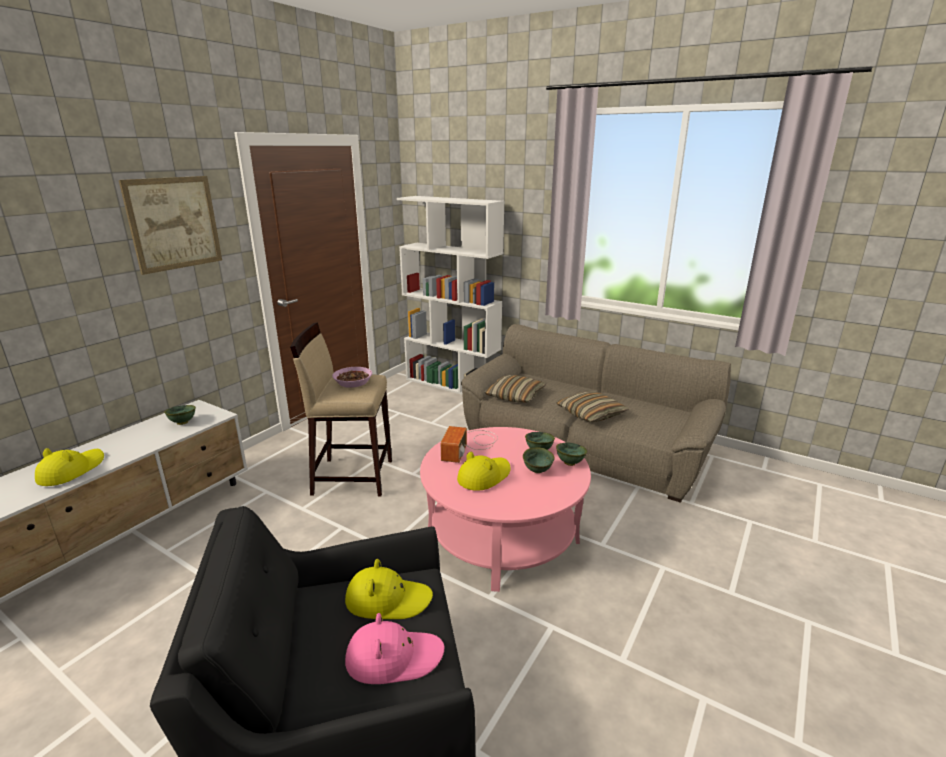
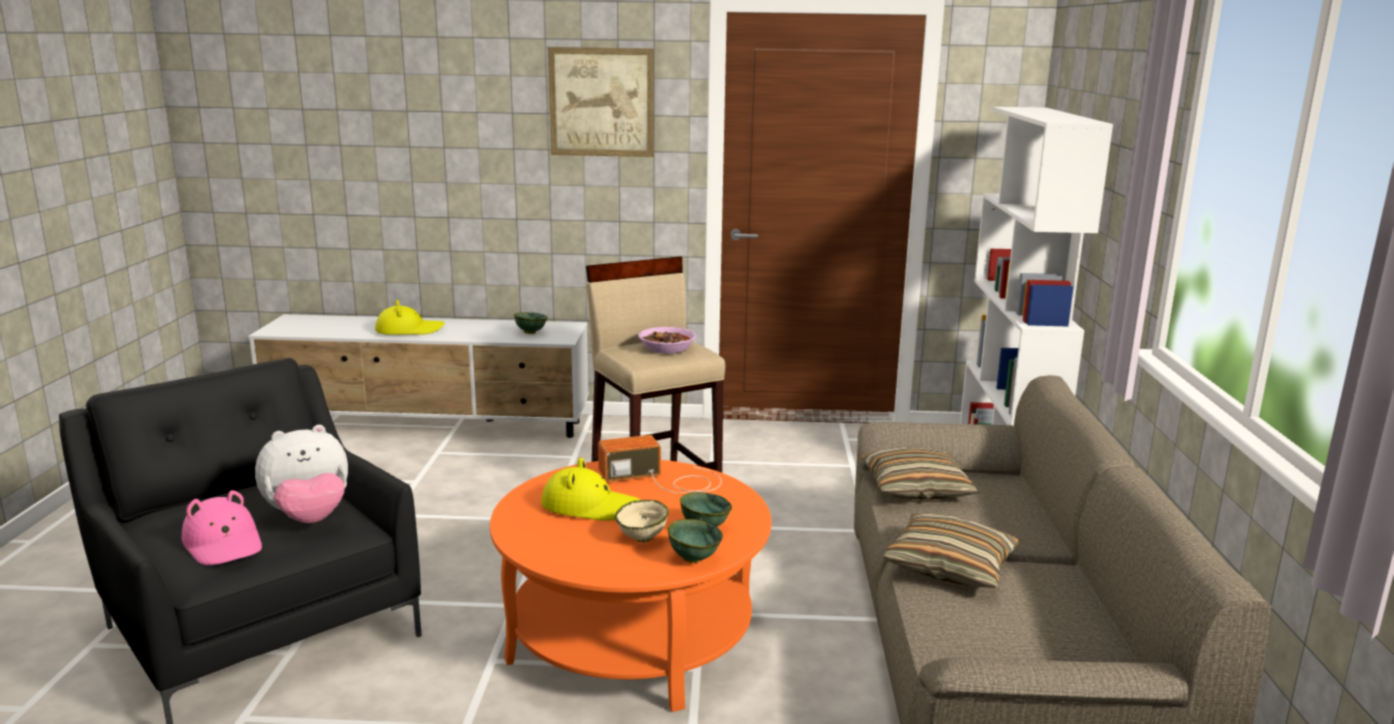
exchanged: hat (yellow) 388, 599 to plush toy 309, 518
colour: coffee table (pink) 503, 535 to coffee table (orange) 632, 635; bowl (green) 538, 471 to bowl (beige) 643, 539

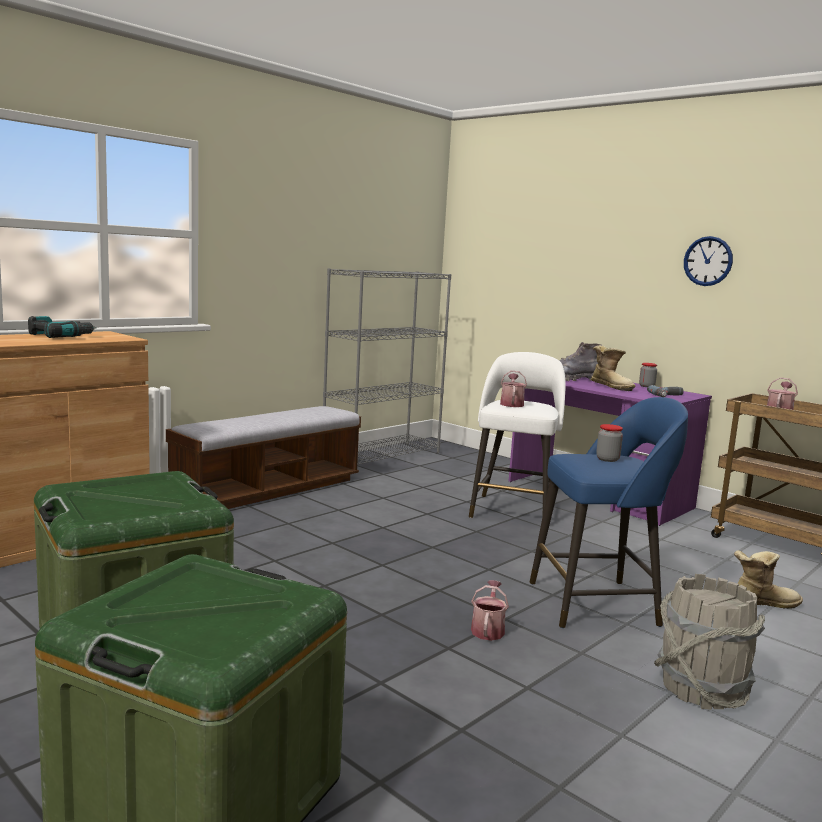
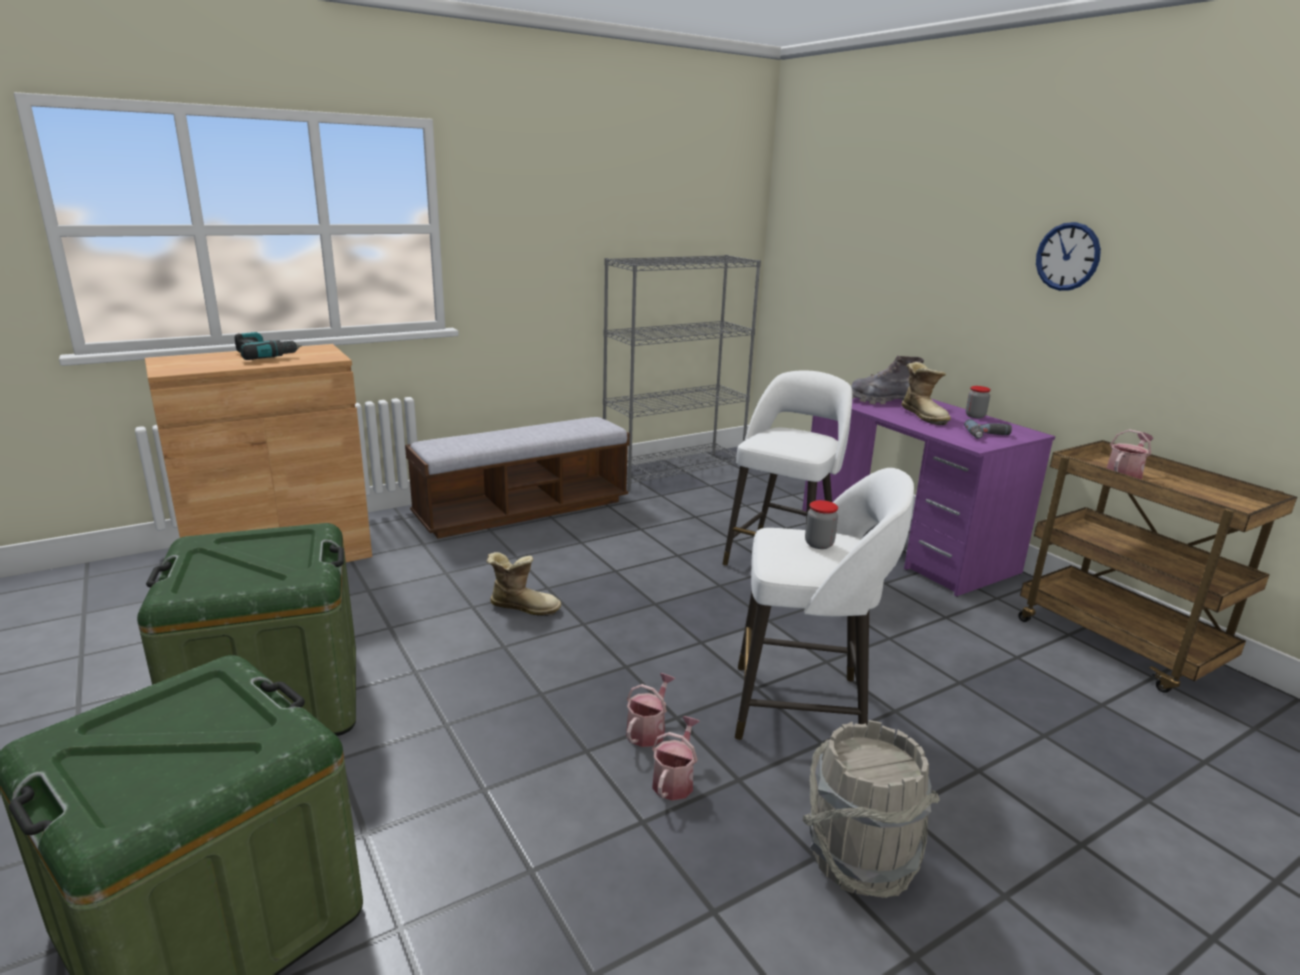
relocated: watering can 511, 404 to 675, 780; boot 761, 602 to 523, 606
colour: stool (blue) 597, 603 to stool (white) 803, 708

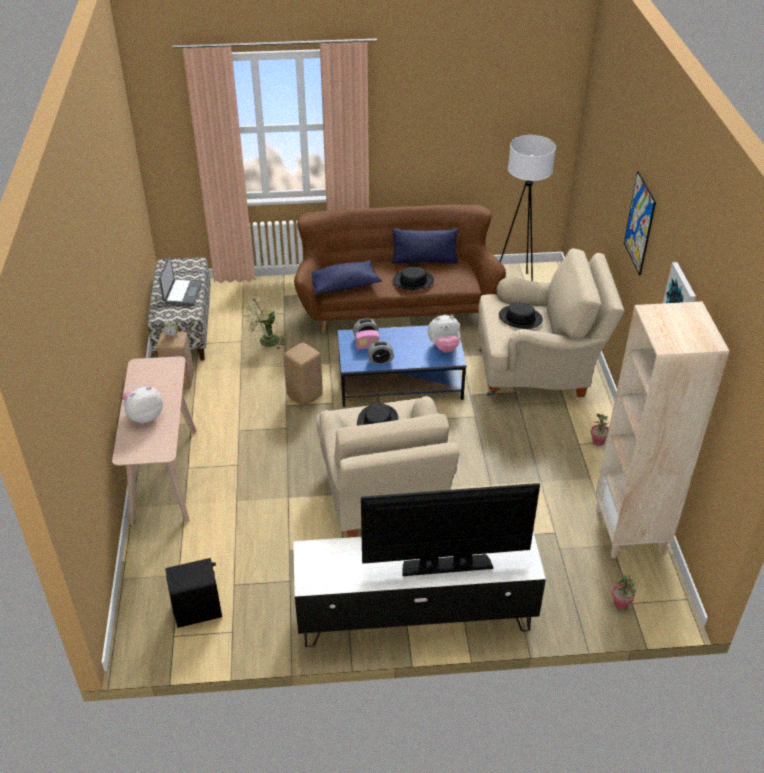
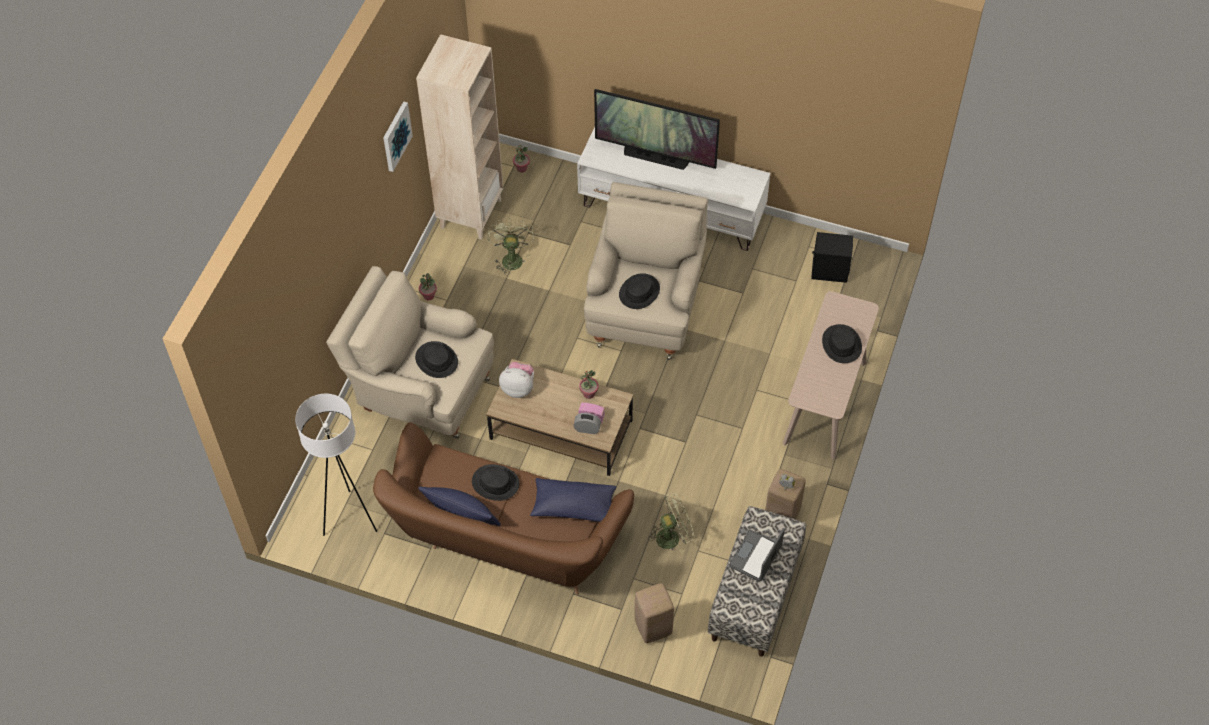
missing: picture 639, 223
appeared: fan (green) 511, 258
relocated: stool (beige) 304, 395 to 653, 628
exchanged: alarm clock 380, 361 to potted plant 588, 393; plush toy 144, 416 to hat (black) 842, 344
colour: coffee table (blue) 401, 381 to coffee table (brown) 560, 429

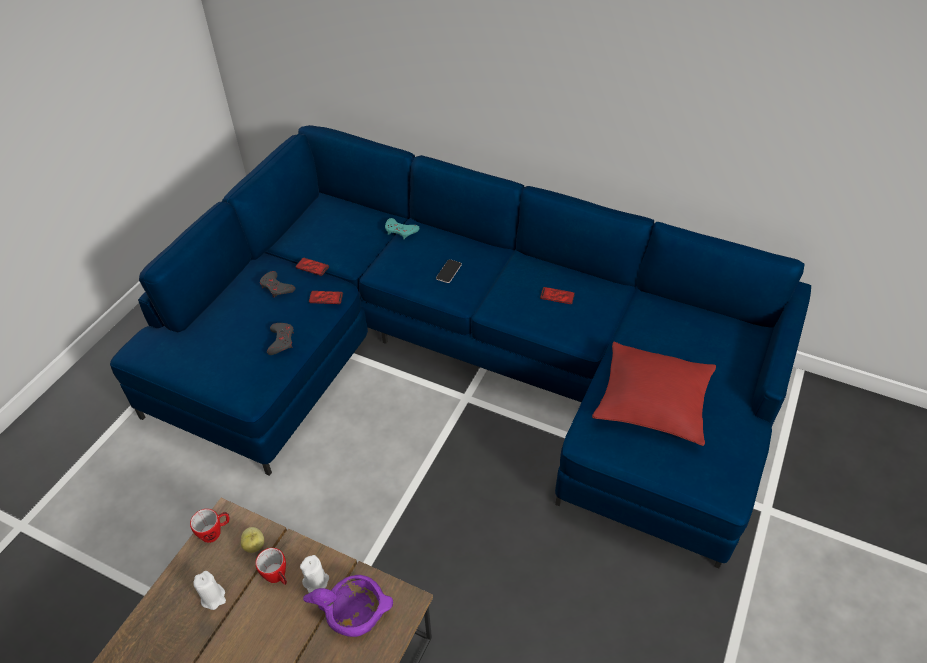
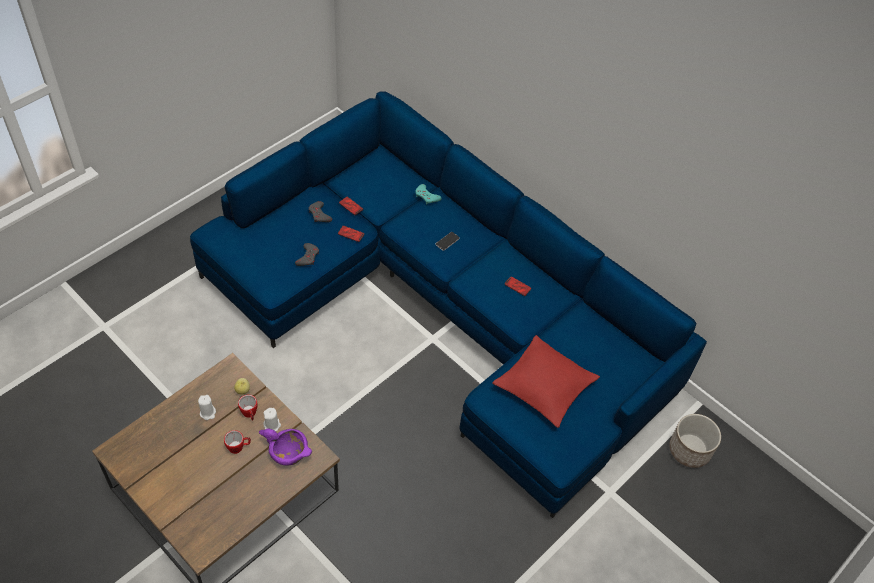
appeared: planter 690, 450
relocated: mug 215, 532 to 238, 447

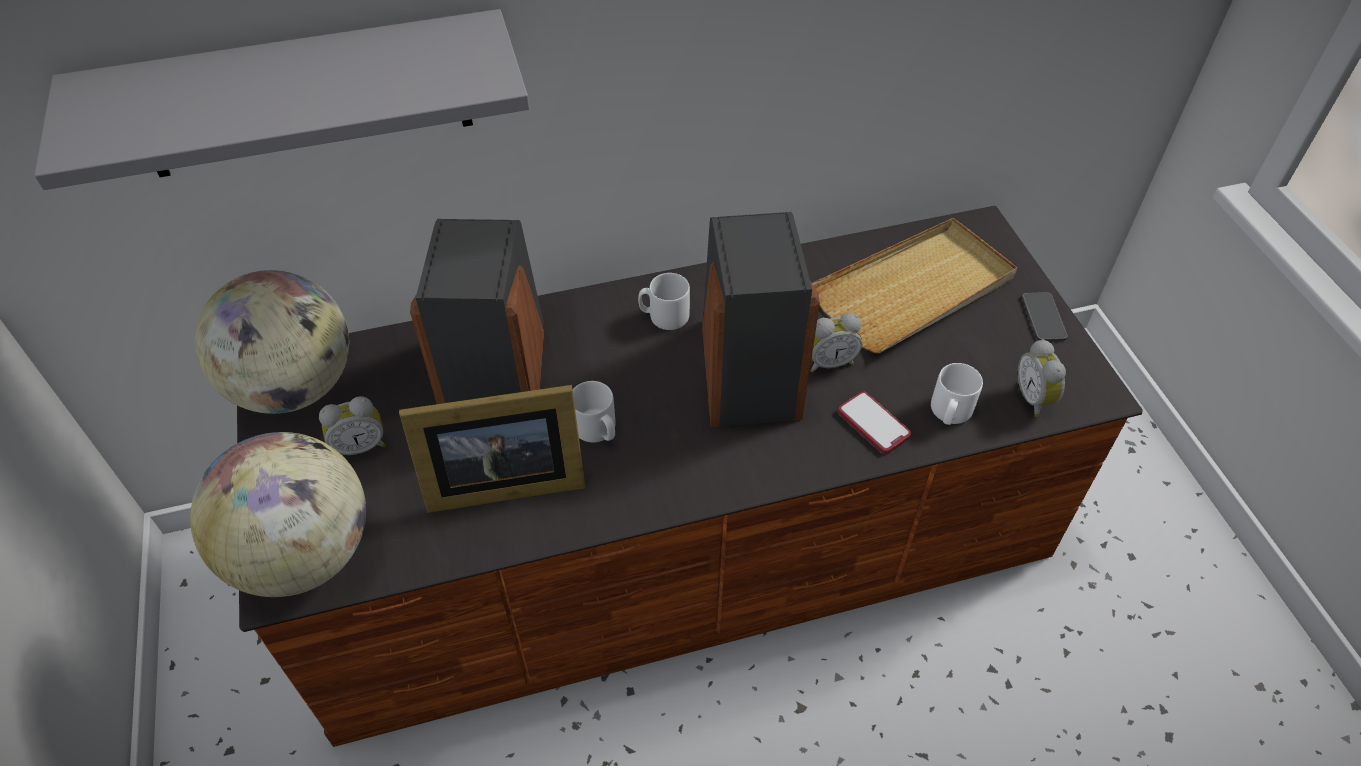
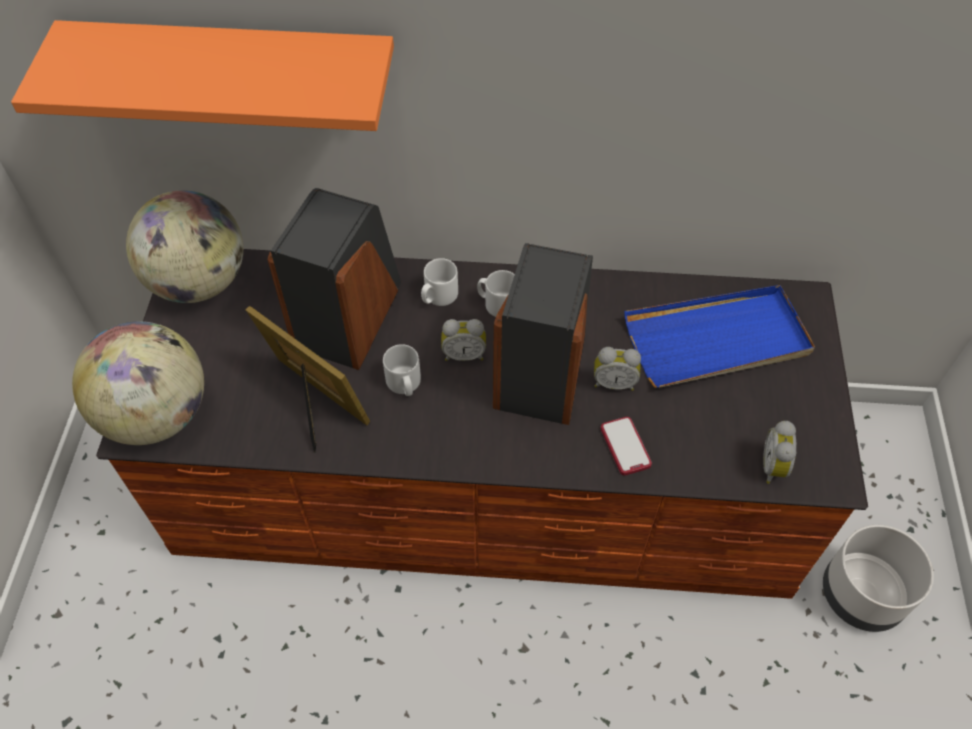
missing: phone 1043, 317
appeared: planter (grey) 862, 595
relocated: mug (white) 950, 412 to 438, 296; alarm clock 360, 446 to 464, 354
colour: shelf (grey) 303, 96 to shelf (orange) 233, 70; tray (beige) 914, 290 to tray (blue) 717, 340
spun: picture frame 499, 482 = 315, 403 150 degrees counterclockwise

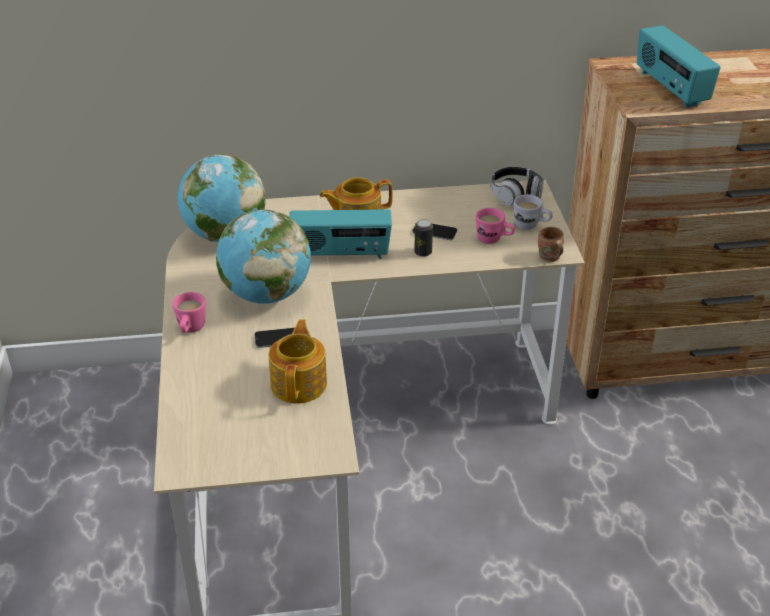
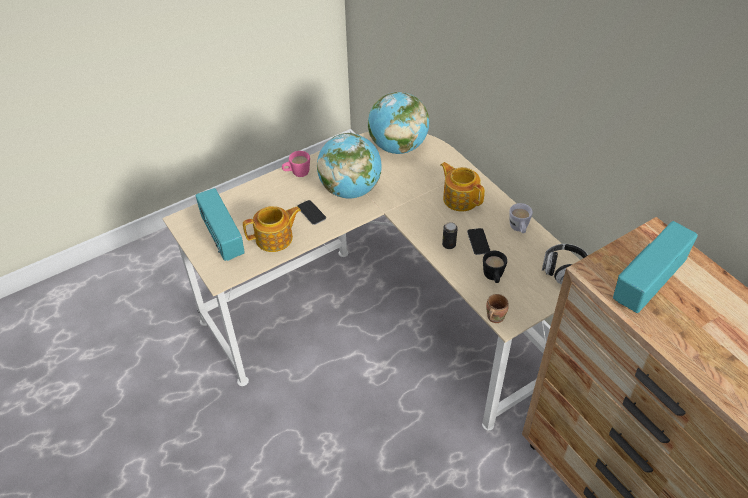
relocated: mug (white) 531, 226 to 519, 229; radio 341, 254 to 222, 238
colour: mug (pink) 494, 240 to mug (black) 493, 277

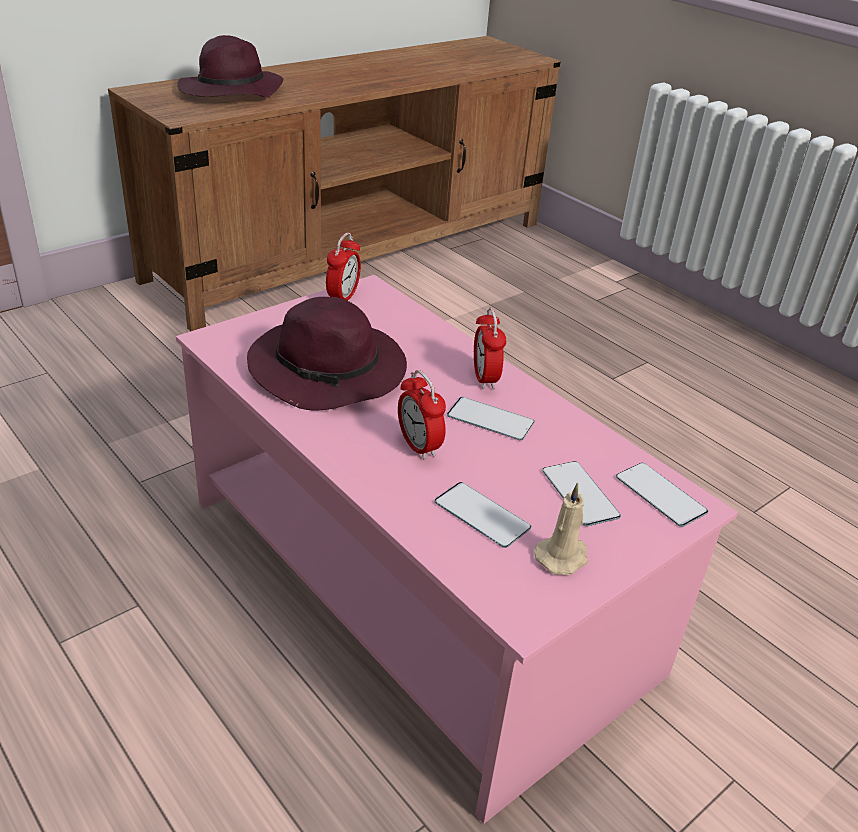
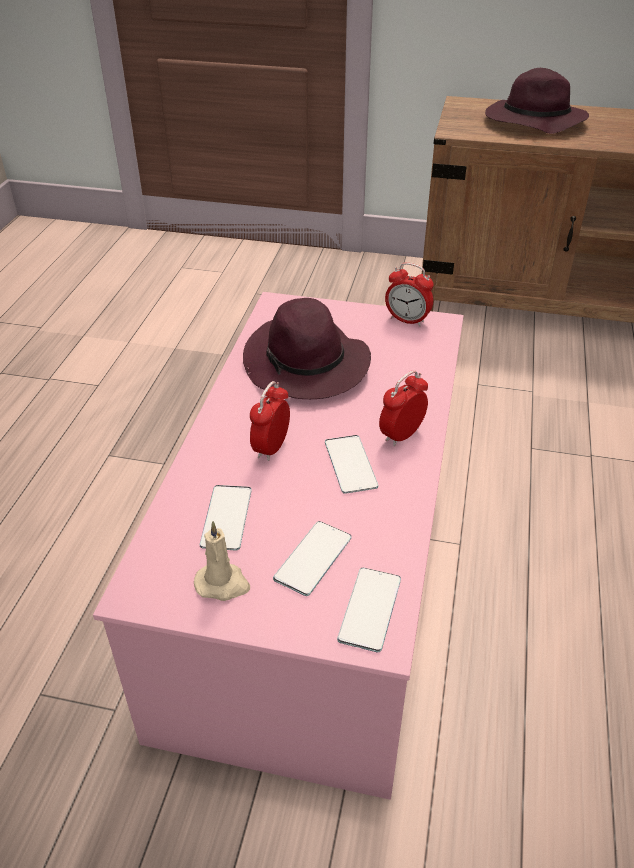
spun: alarm clock 343, 298 = 407, 320 45 degrees clockwise

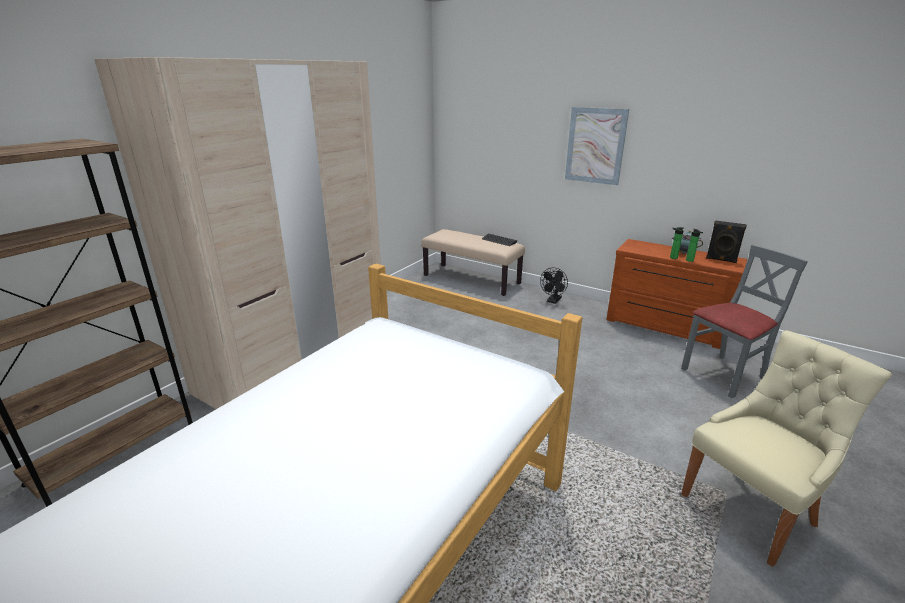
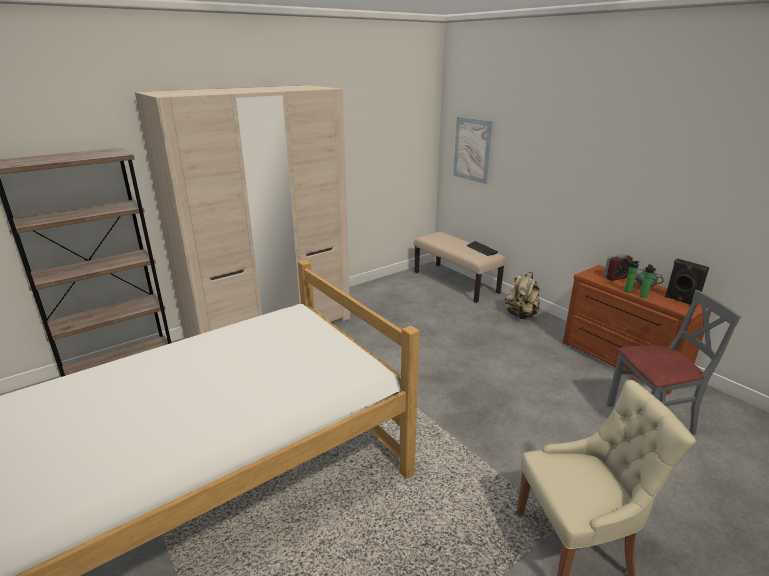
appeared: alarm clock 615, 277
relocated: picture 595, 146 to 472, 149
exchanged: fan (black) 553, 301 to backpack (beige) 521, 315

